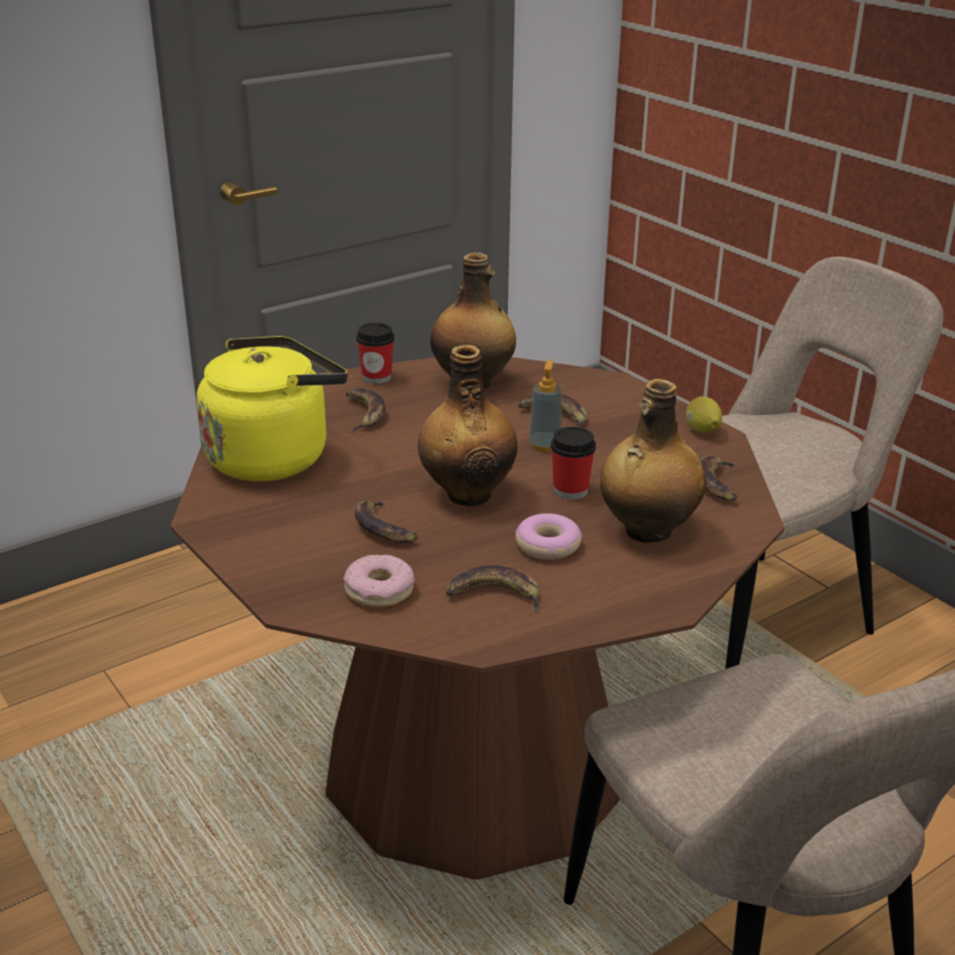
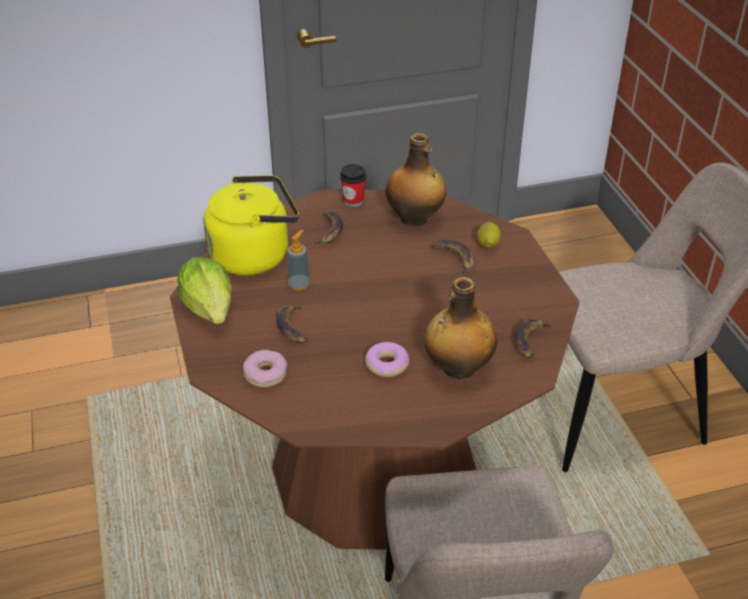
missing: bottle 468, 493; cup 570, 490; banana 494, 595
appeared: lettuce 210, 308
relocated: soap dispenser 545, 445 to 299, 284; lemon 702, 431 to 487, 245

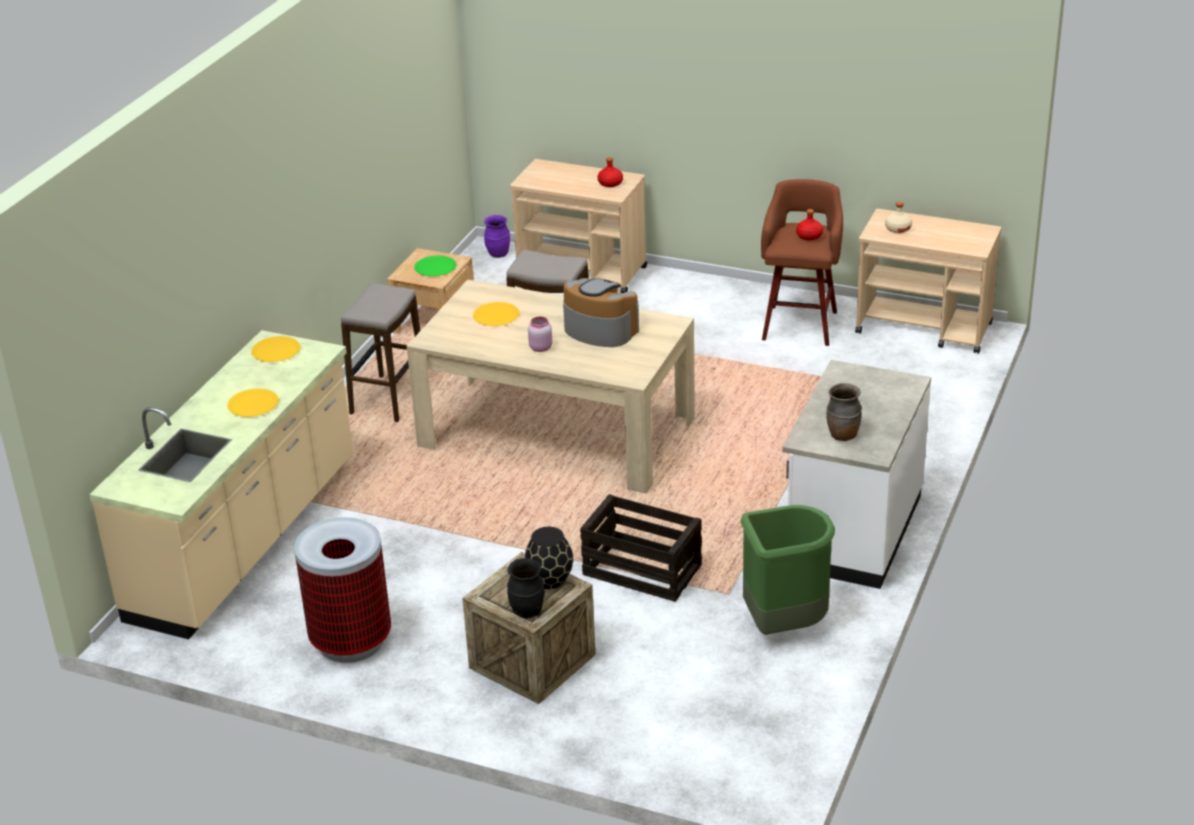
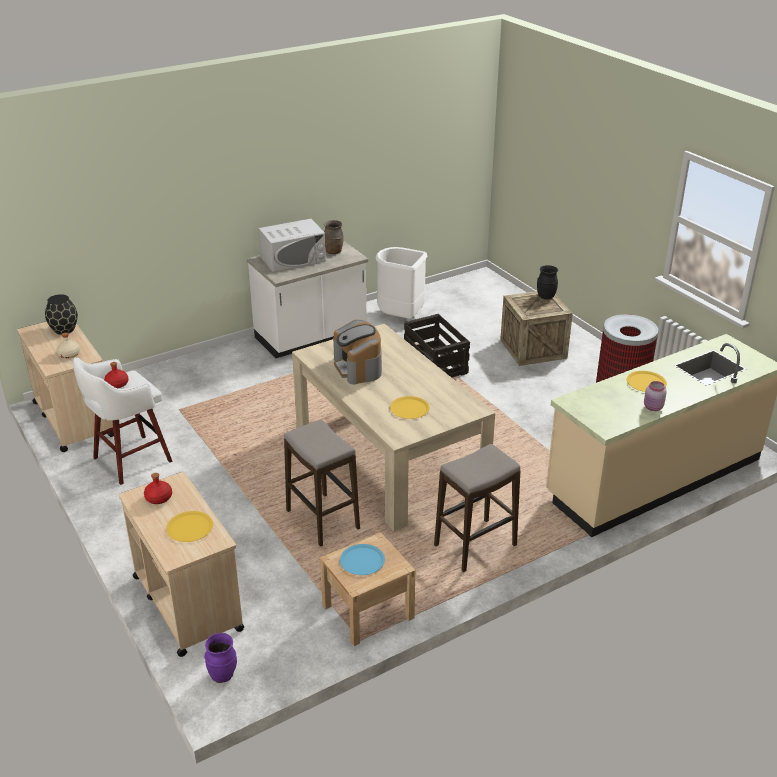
appeared: microwave (white) 293, 259
relocated: jar (pink) 540, 347 to 653, 408; plate (yellow) 275, 350 to 190, 527; vase (black) 550, 579 to 63, 330
colour: stool (brown) 800, 324 to stool (white) 130, 460; plate (green) 435, 267 to plate (blue) 362, 560; trash can (green) 784, 625 to trash can (white) 400, 317

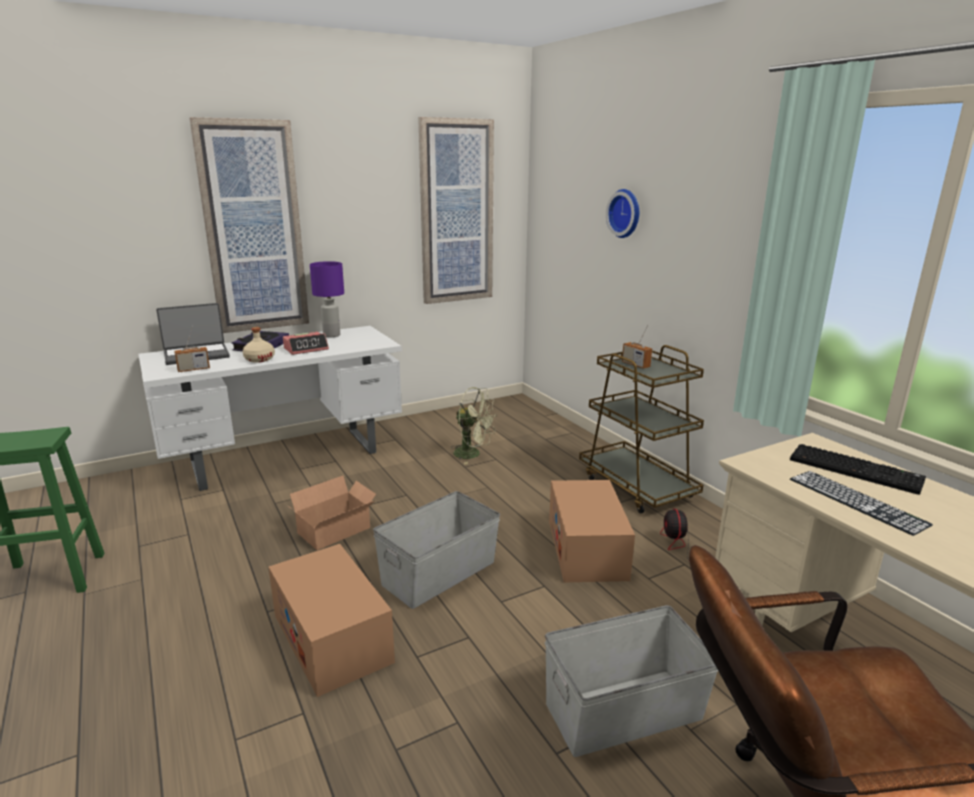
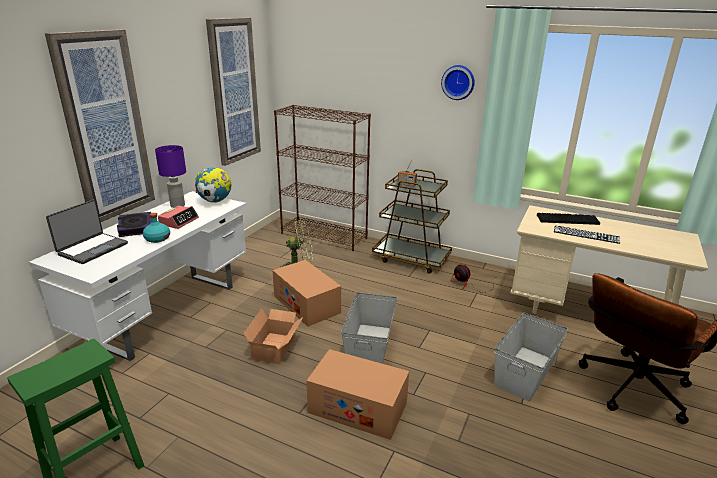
missing: radio 193, 369
appeared: bookcase (brown) 324, 236; globe 215, 201
relocated: wall clock 626, 213 to 458, 82; cardboard box 586, 549 to 307, 304
colour: bottle (beige) 259, 359 to bottle (turquoise) 157, 239

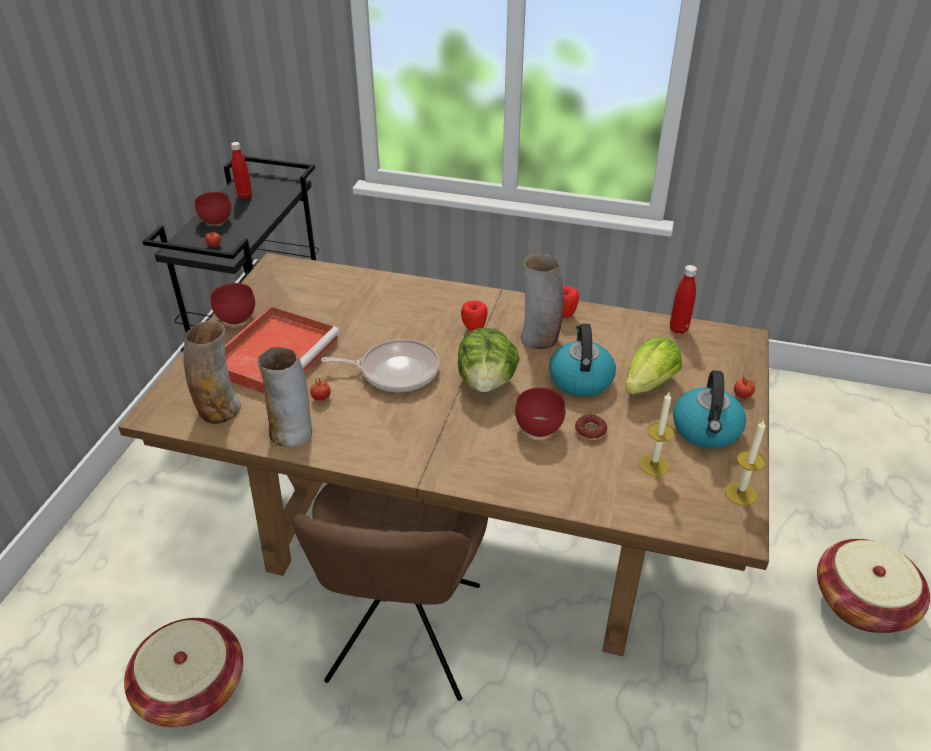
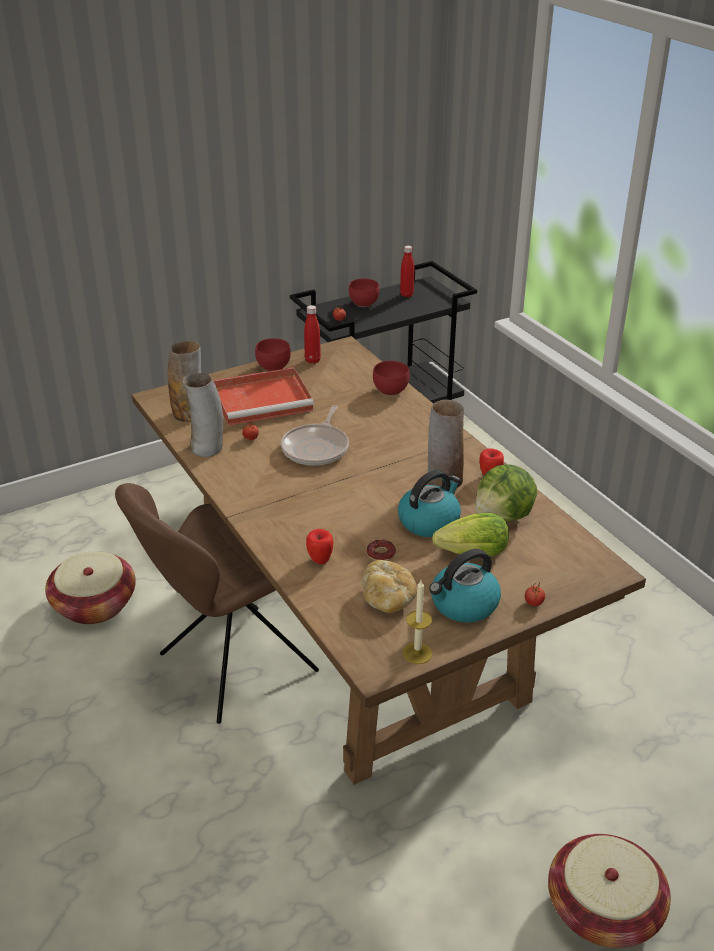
relocated: bottle (red) 678, 329 to 312, 360; apple 474, 330 to 320, 560; lettuce 487, 382 to 504, 516; bowl (red) 537, 427 to 390, 390
exchanged: candle 654, 465 to bread 388, 599
spun: frying pan 395, 371 = 317, 448 60 degrees clockwise

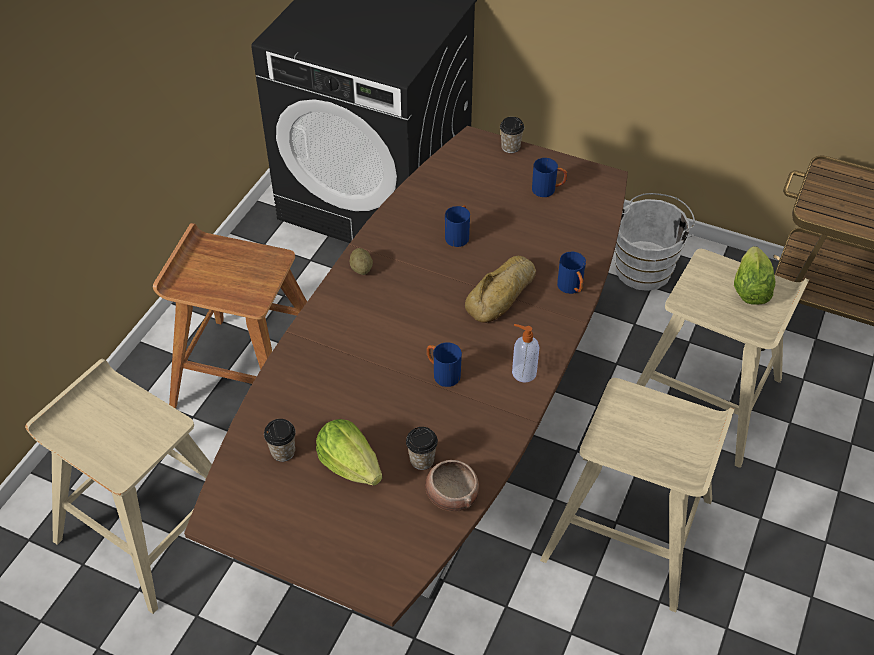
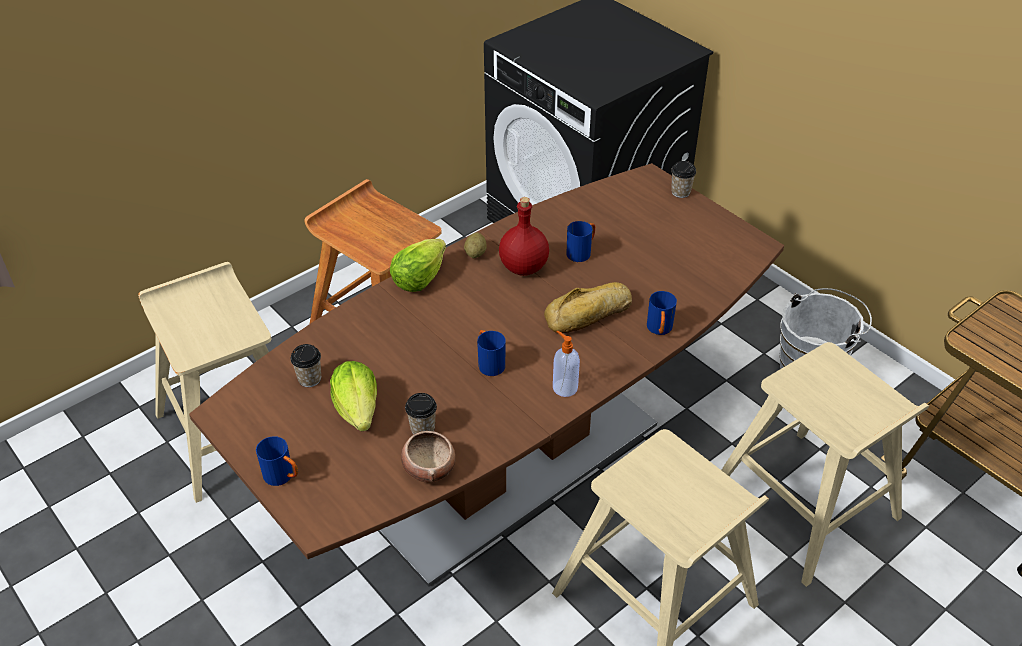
appeared: bottle (red) 524, 267
relocated: mug (blue) 548, 190 to 283, 477; lettuce 750, 289 to 418, 279

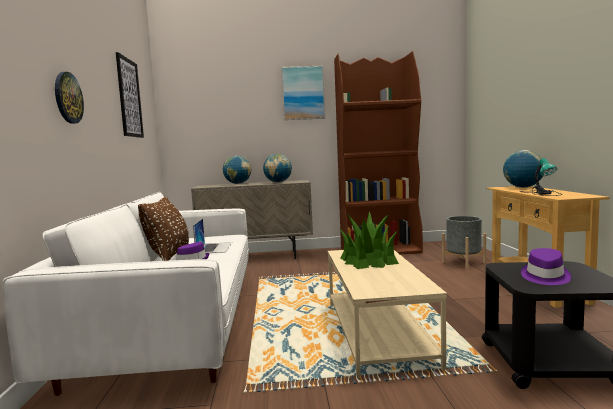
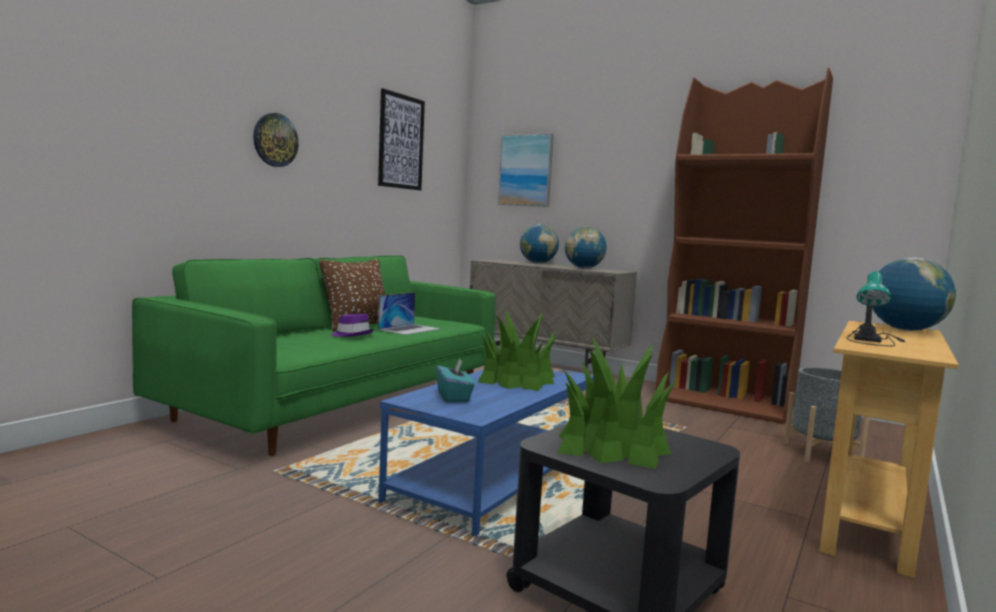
appeared: tissue box (turquoise) 454, 397
relocated: picture 303, 93 to 526, 170
exchanged: hat (purple) 544, 277 to potted plant 613, 444
colour: sofa (white) 175, 322 to sofa (green) 340, 402; coffee table (beige) 376, 331 to coffee table (blue) 495, 477

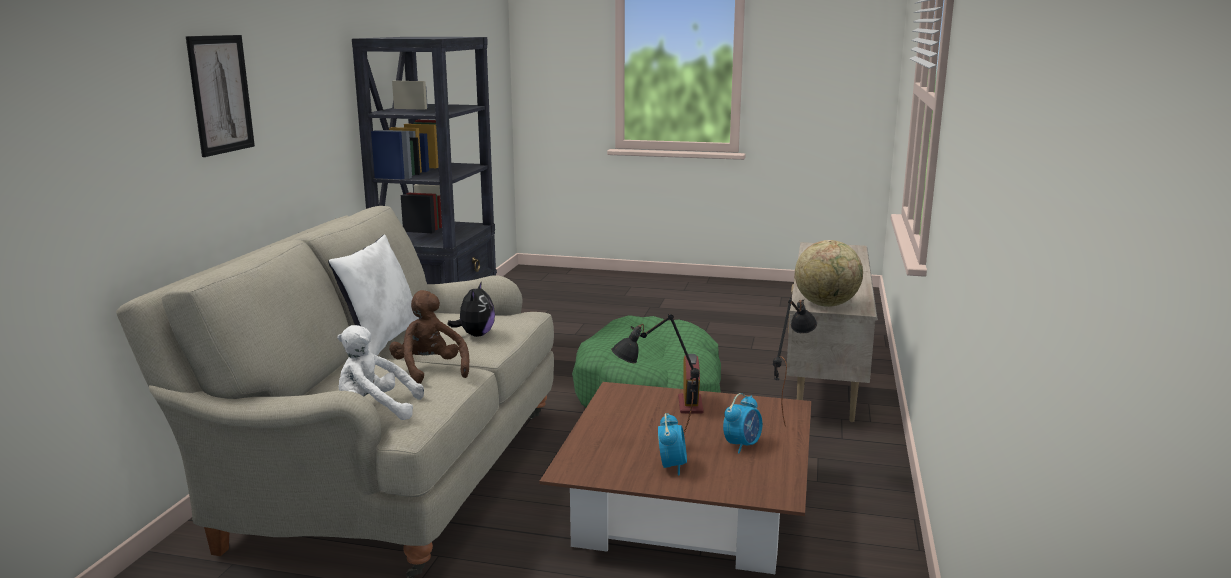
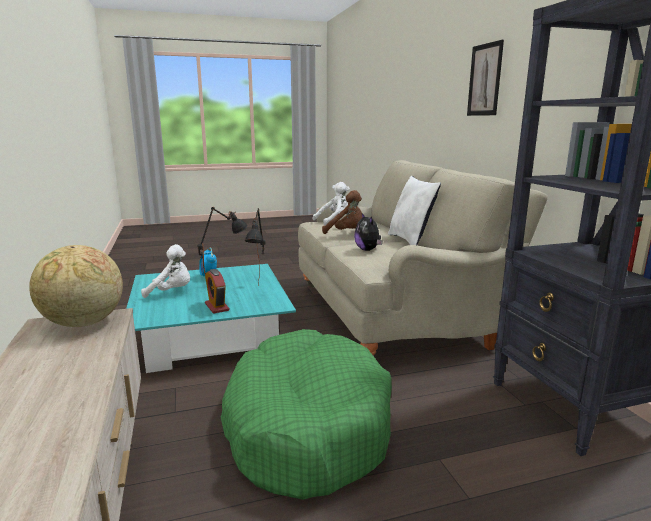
relocated: table lamp (black) 787, 413 to 260, 292
exchanged: alarm clock 742, 445 to plush toy (white) 172, 292
colour: coffee table (brown) 685, 507 to coffee table (turquoise) 212, 336

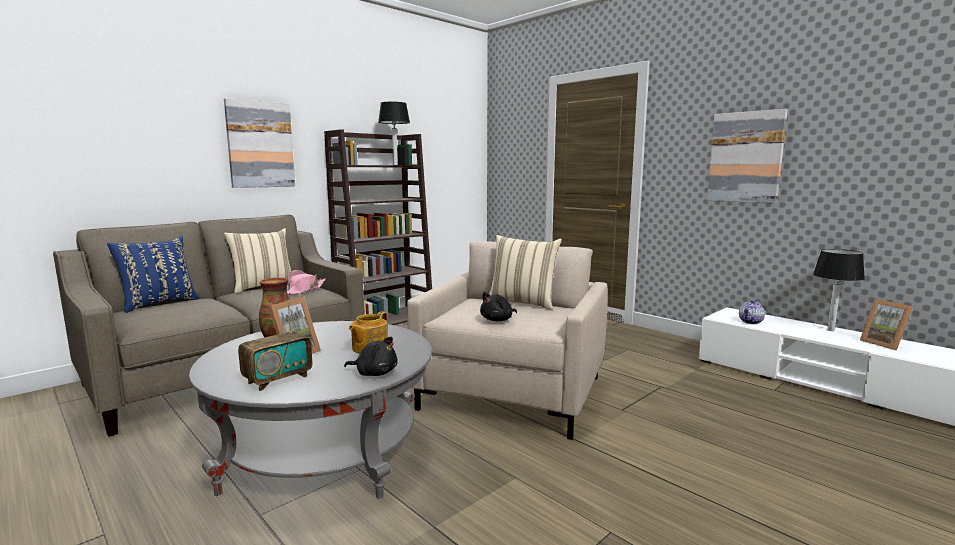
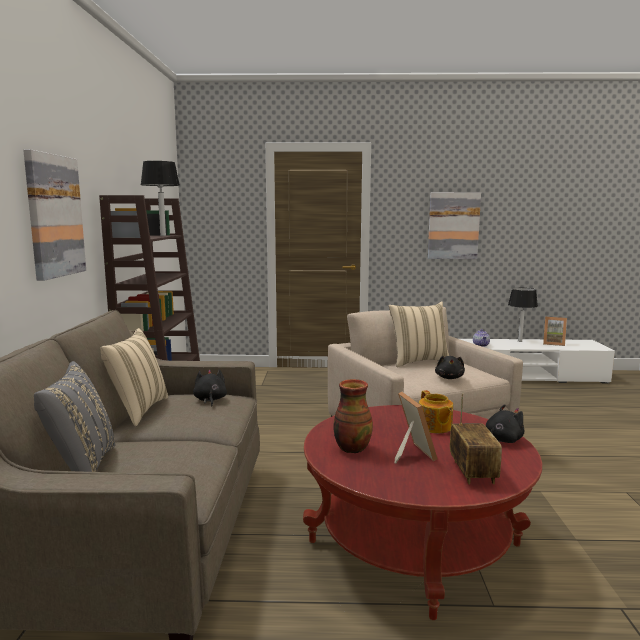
exchanged: hat (pink) 303, 290 to plush toy (black) 210, 400
colour: pillow (blue) 158, 303 to pillow (grey) 81, 468; coffee table (grey) 324, 451 to coffee table (red) 414, 542

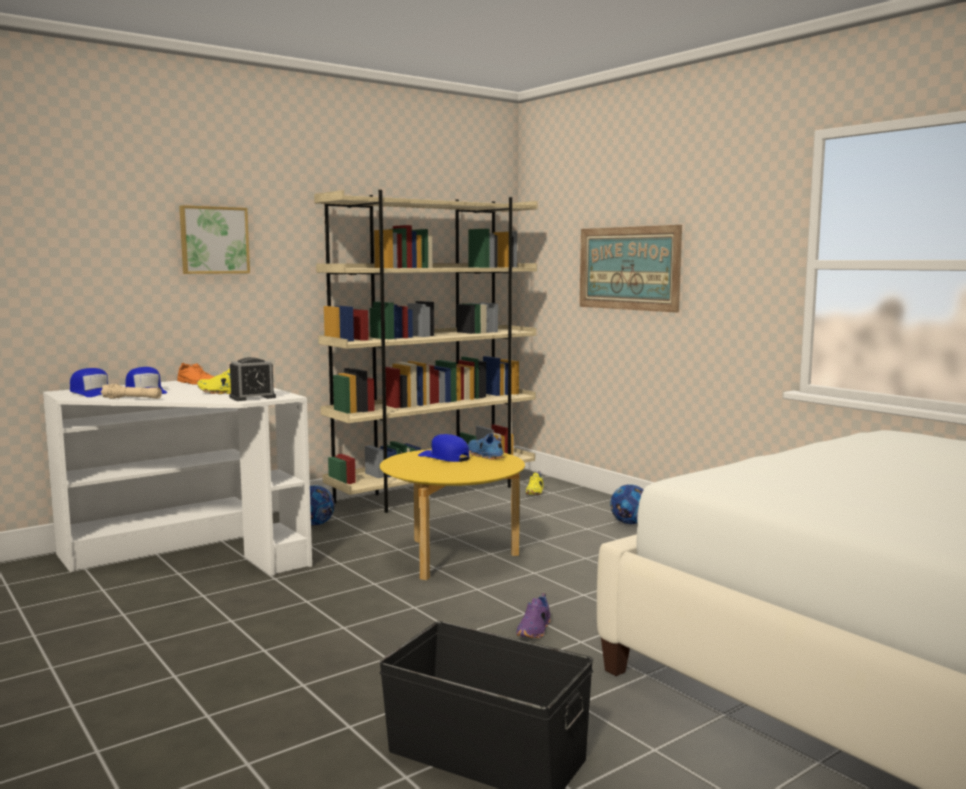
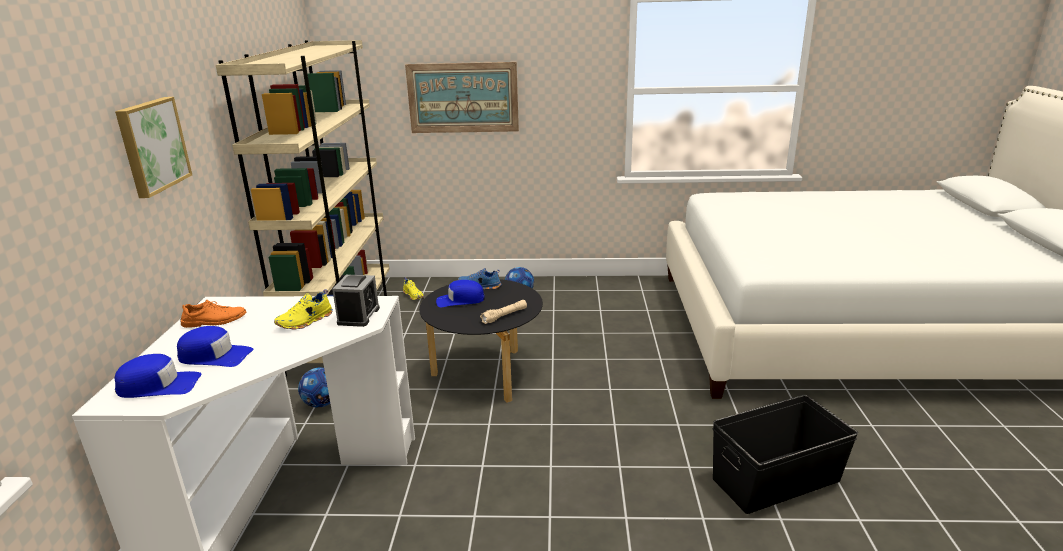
missing: shoe (purple) 535, 630
relocated: flashlight (beige) 132, 399 to 504, 316
colour: coffee table (yellow) 452, 557 to coffee table (black) 485, 374

